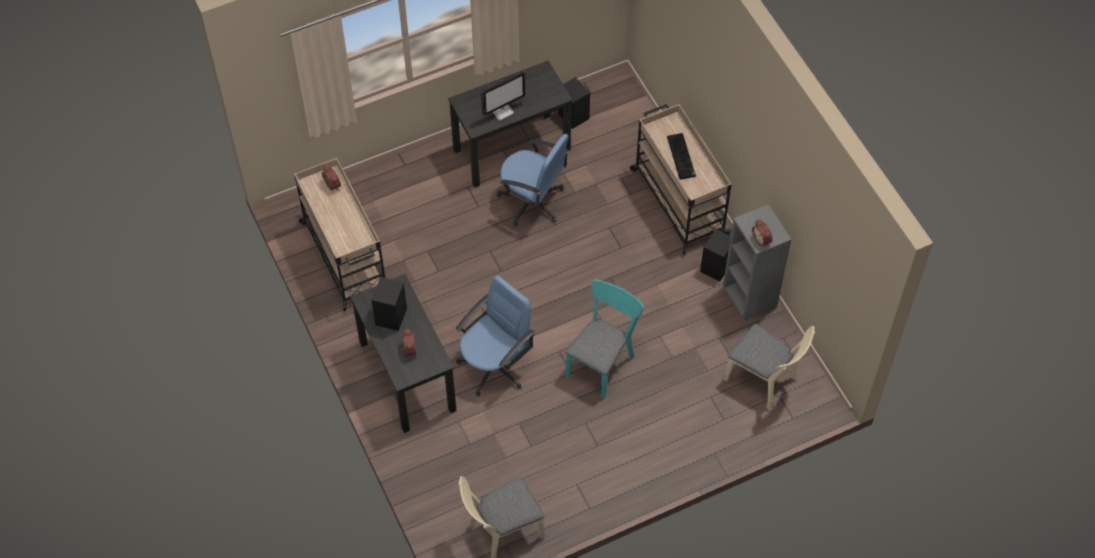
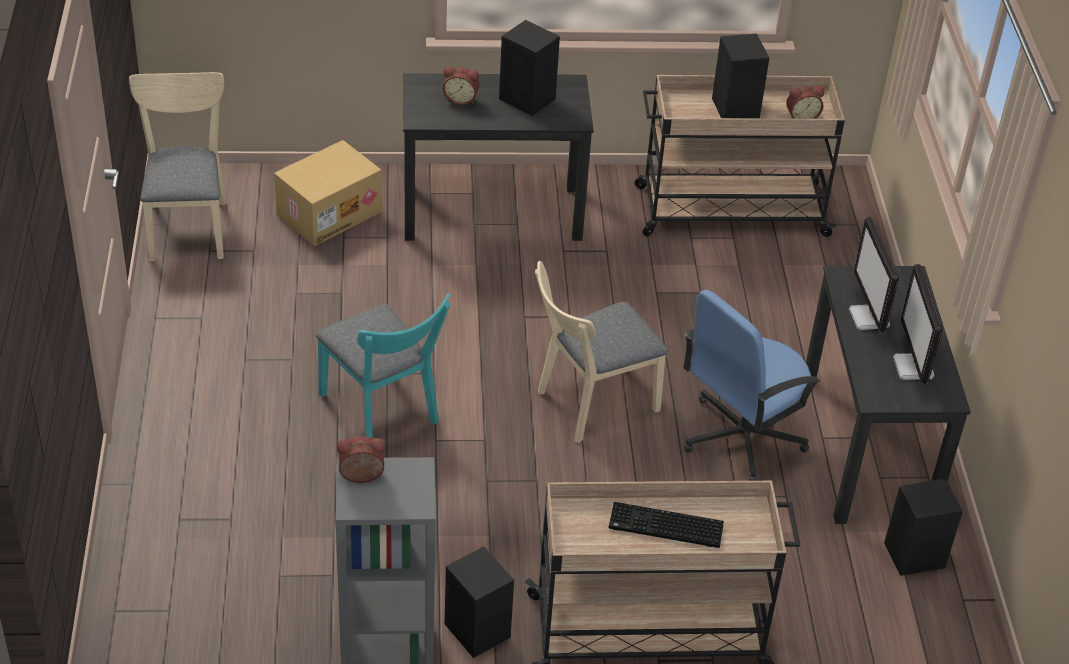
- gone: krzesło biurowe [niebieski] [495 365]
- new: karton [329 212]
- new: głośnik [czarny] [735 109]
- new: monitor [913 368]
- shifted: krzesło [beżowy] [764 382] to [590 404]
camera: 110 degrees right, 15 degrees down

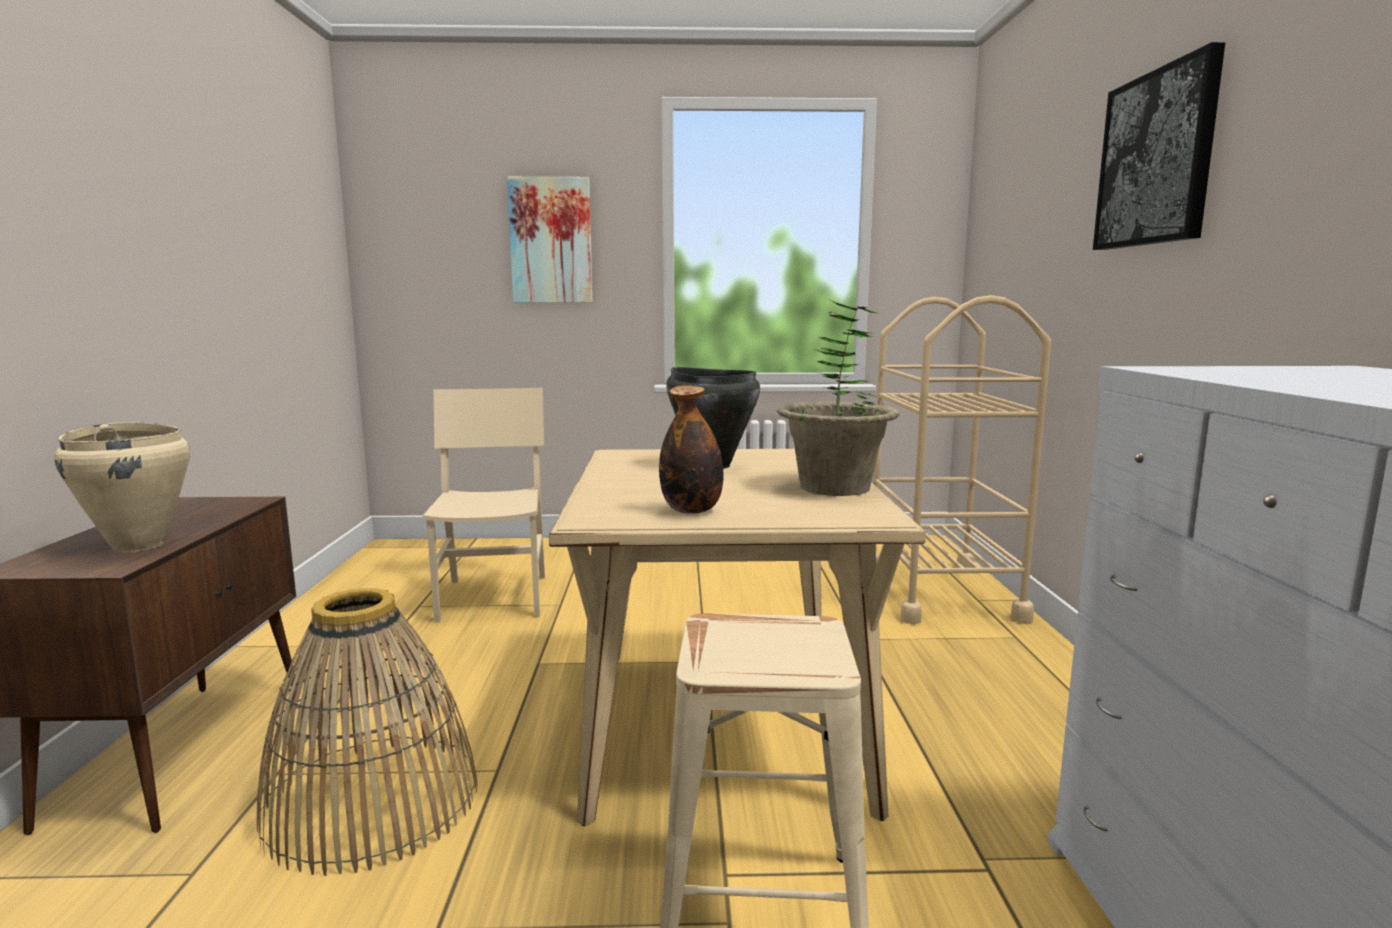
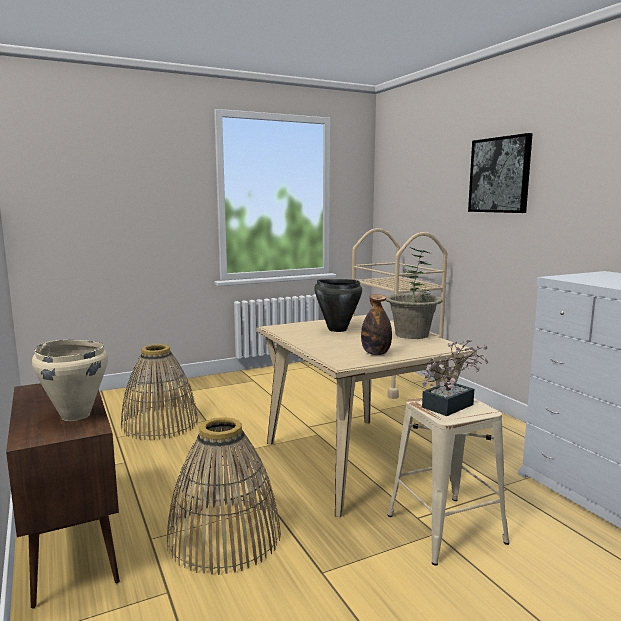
- gone: obraz [551 241]
- new: roślina doniczkowa [452 404]
- swapped: krzesło [beżowy] [494 597] to koszyk [160 424]
camera: 25 degrees left, 0 degrees up

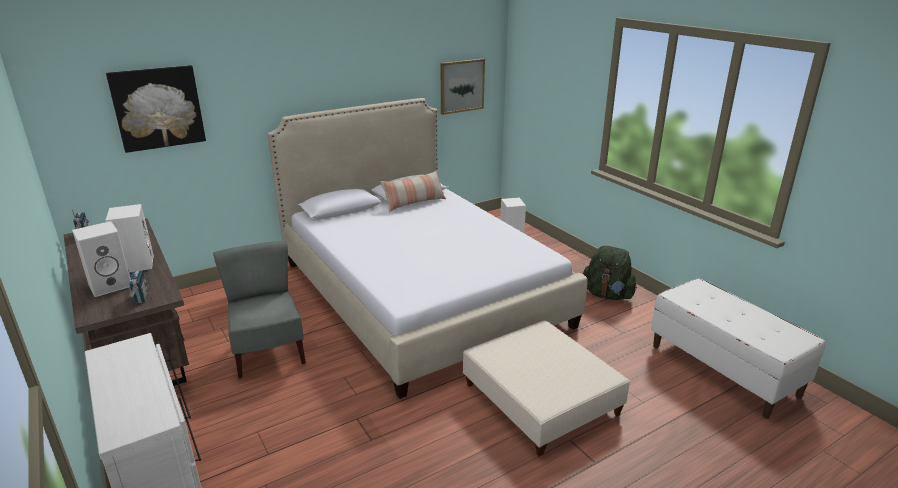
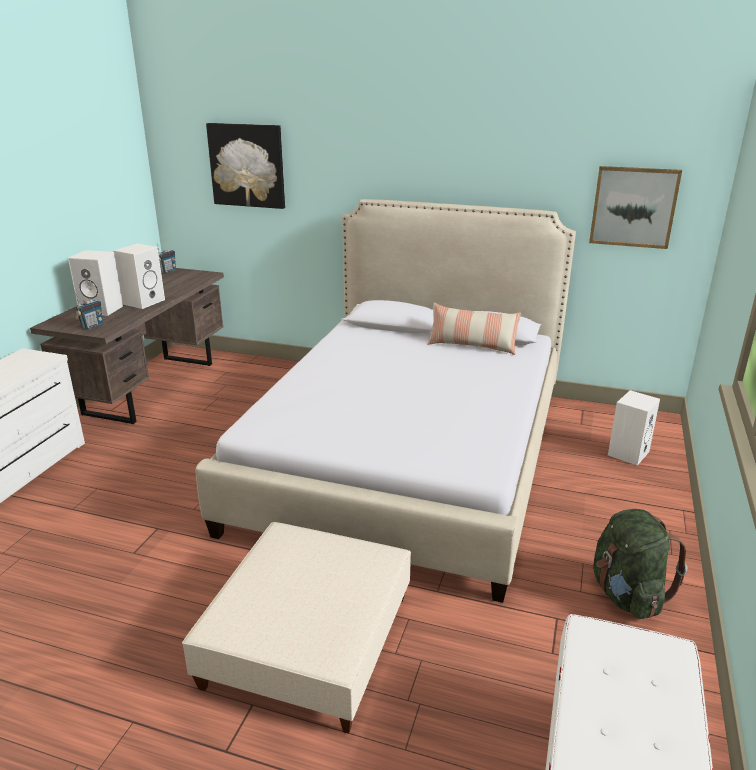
- gone: krzesło [szary] [268 353]
camera: 50 degrees right, 0 degrees up

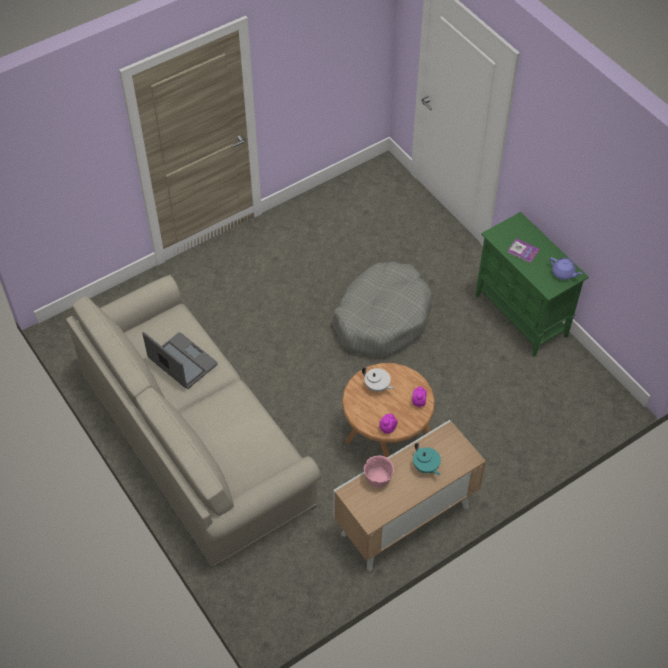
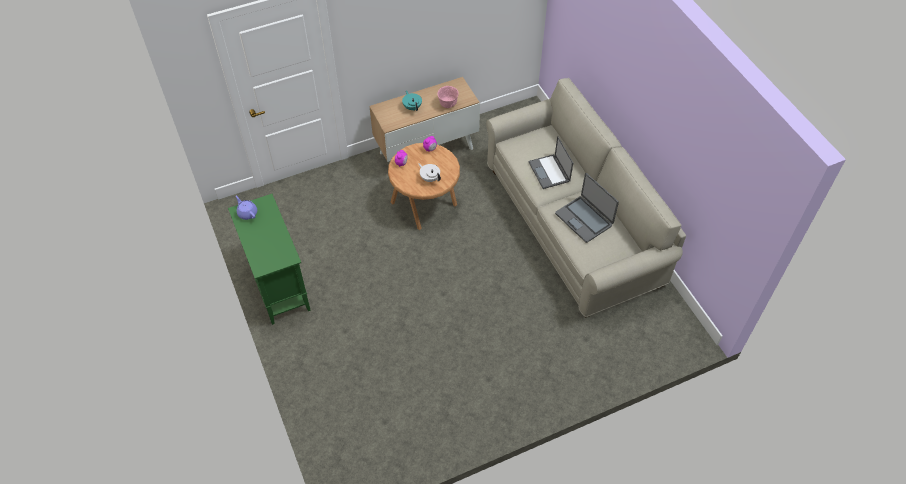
- gone: legowisko [szary] [382 318]
- gone: książka [523 251]
- new: laptop [549 172]
camera: 170 degrees left, 0 degrees up

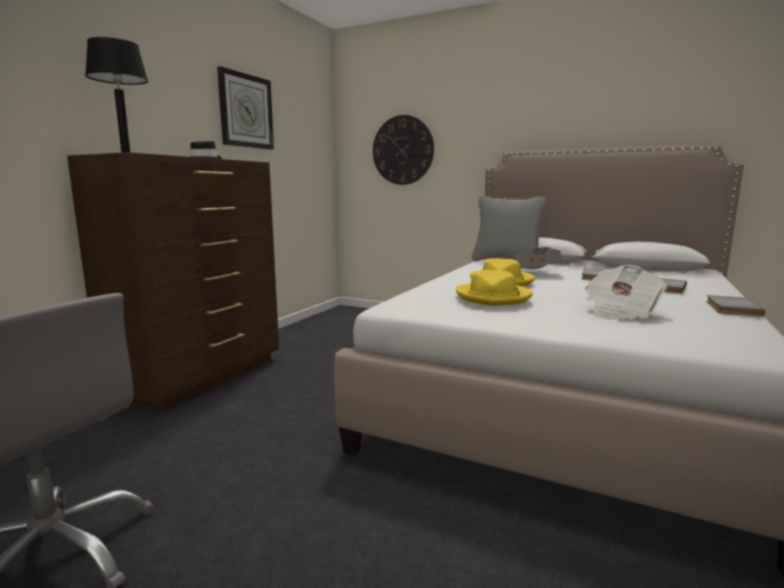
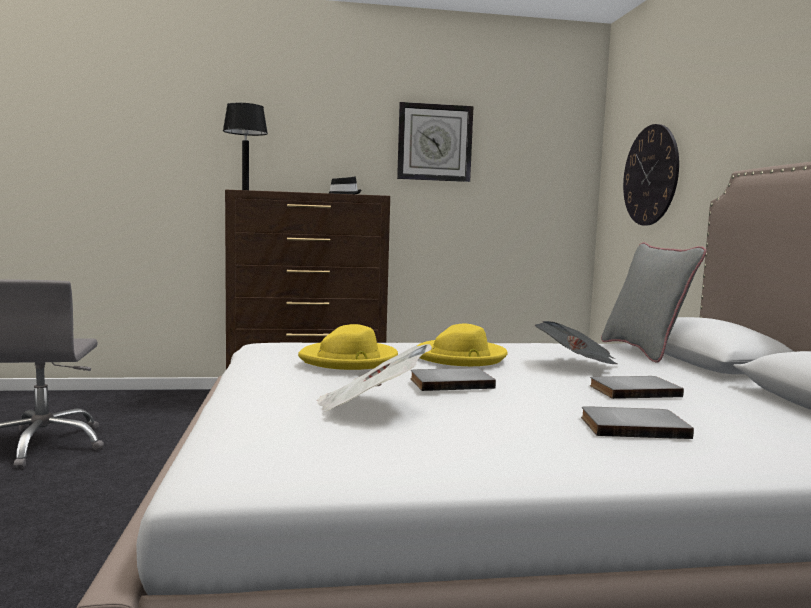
- shifted: książka [szary] [730 308] to [450 382]
camera: 55 degrees right, 5 degrees down

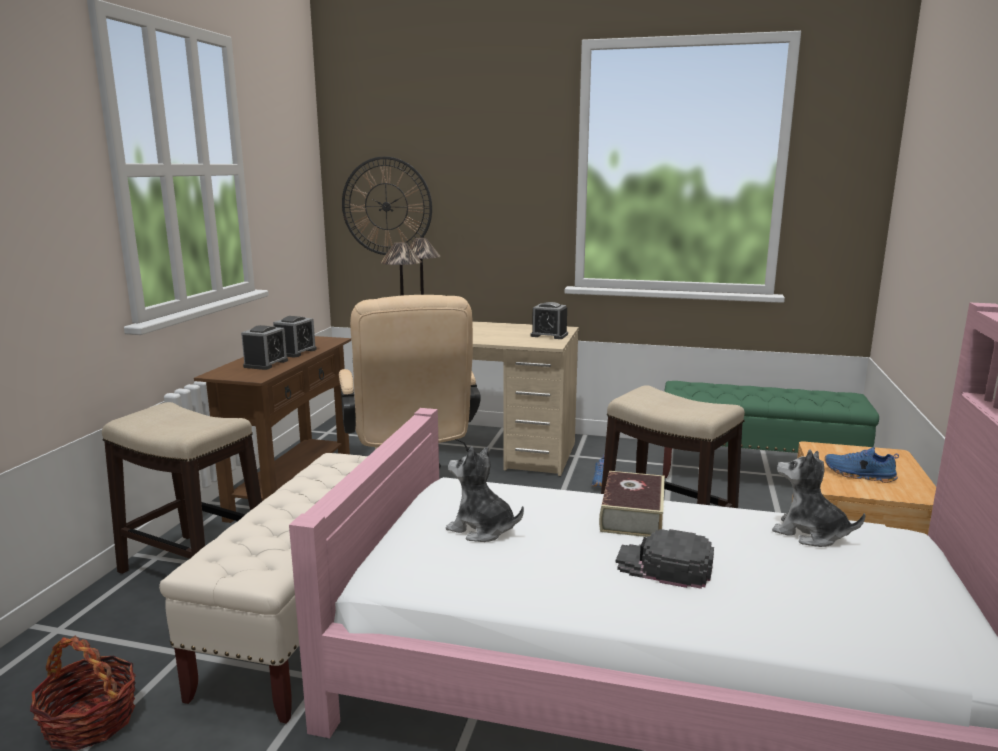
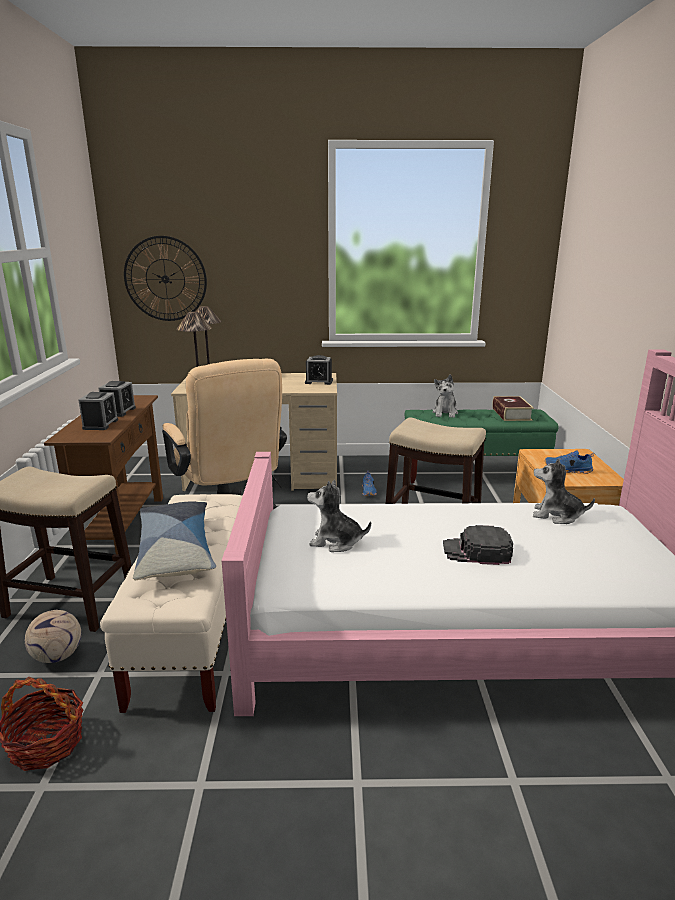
- new: piłka futbolowa [57 656]
- new: poduszka [176 550]
- new: pluszak [445 413]
- shifted: książka [632 514] to [511 414]
camera: 15 degrees left, 5 degrees up

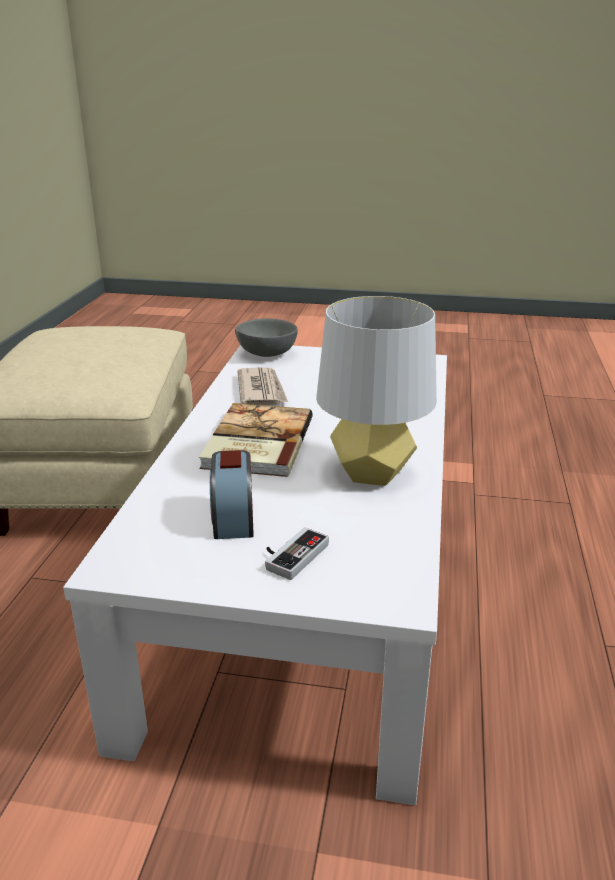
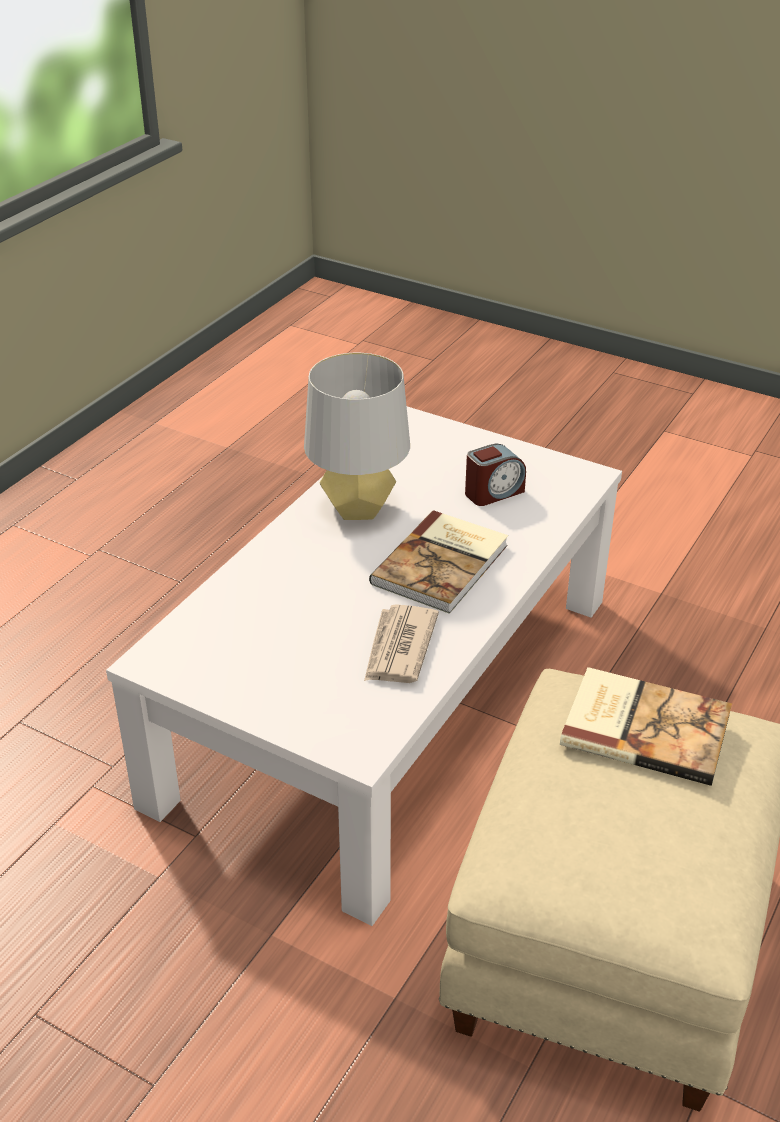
- gone: miska [szary] [265 354]
- gone: pad do gier [291 554]
- new: książka [644 727]
- rotated: budzik [233 518] = [493 492] 45 degrees clockwise
camera: 160 degrees left, 10 degrees up

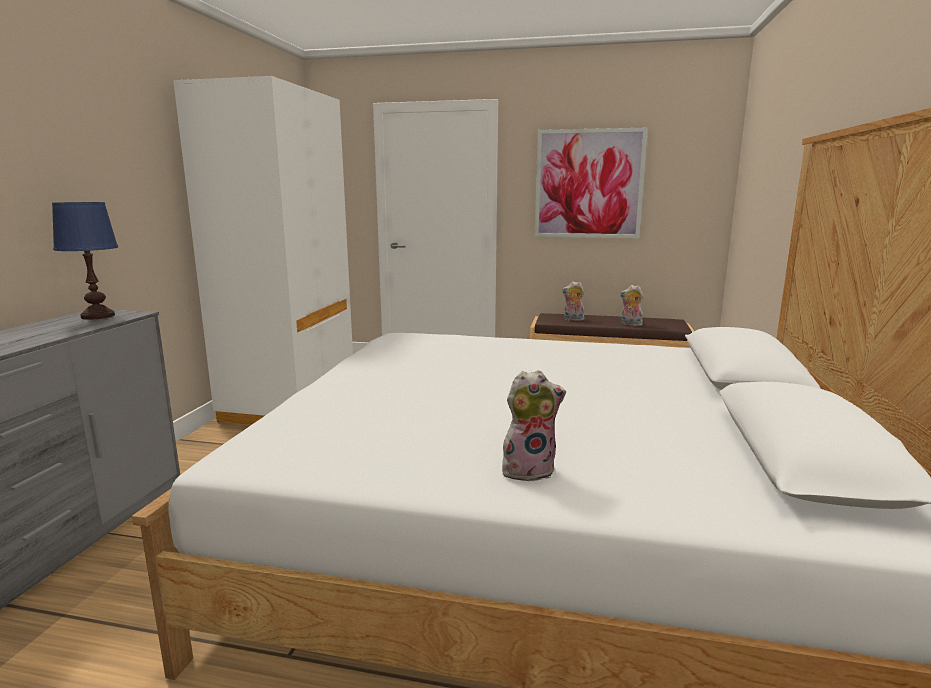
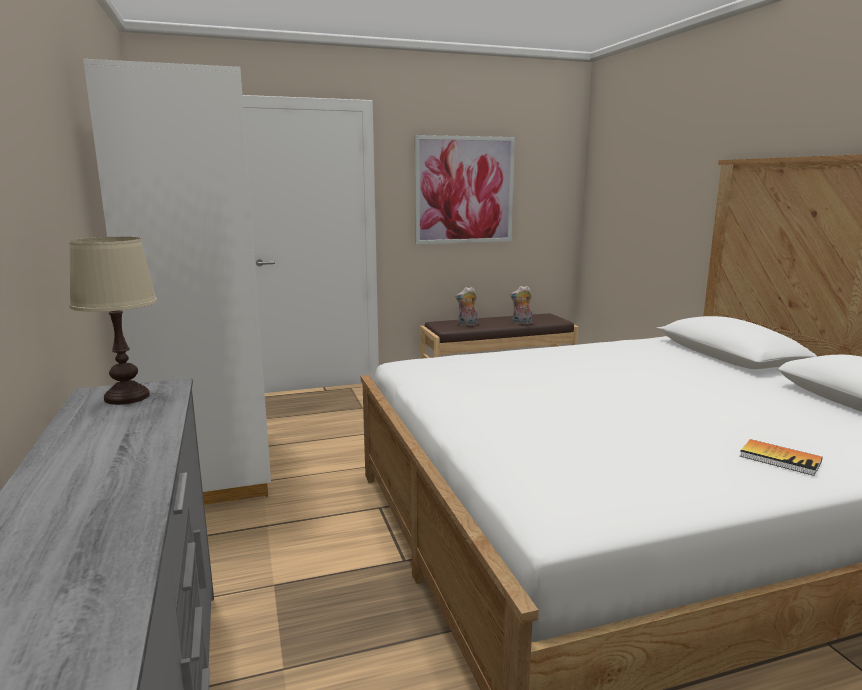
- swapped: pluszak [529 470] to książka [780 459]
- repainted: lampa stołowa [niebieski] [98 316] to lampa stołowa [beżowy] [127 397]
camera: 30 degrees left, 0 degrees up

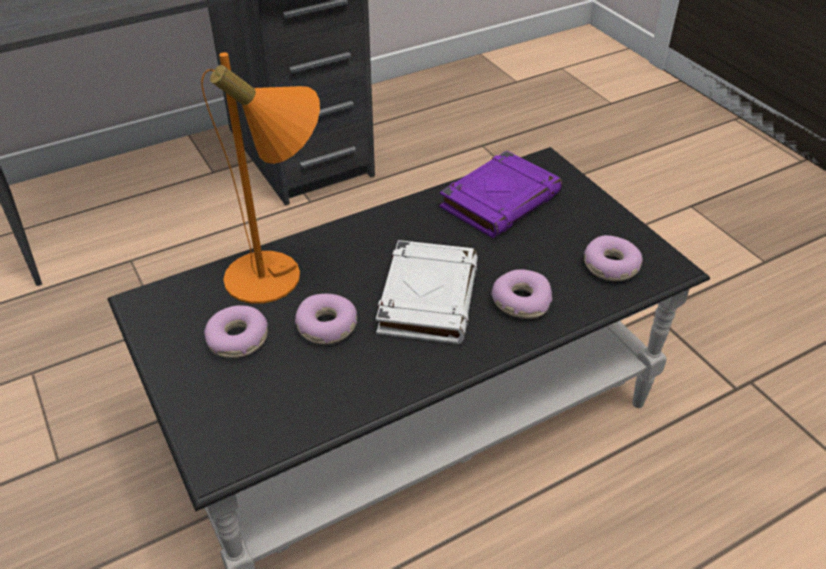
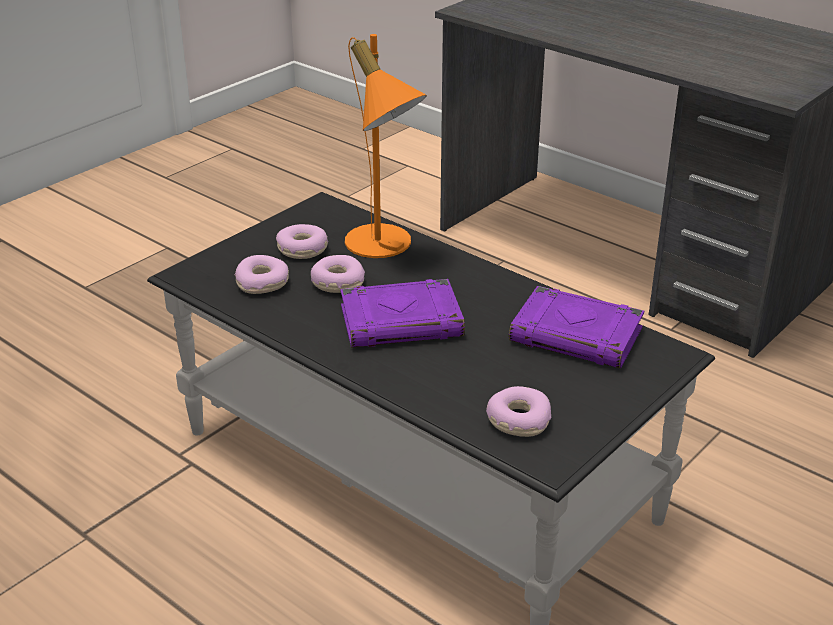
- shifted: donut [520 301] to [262 283]
- repainted: książka [biały] [427 297] to książka [fioletowy] [402 321]
camera: 70 degrees right, 10 degrees down

